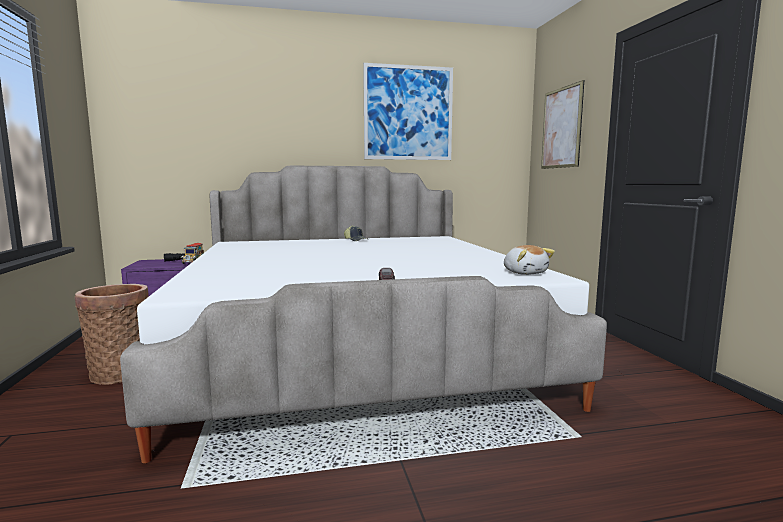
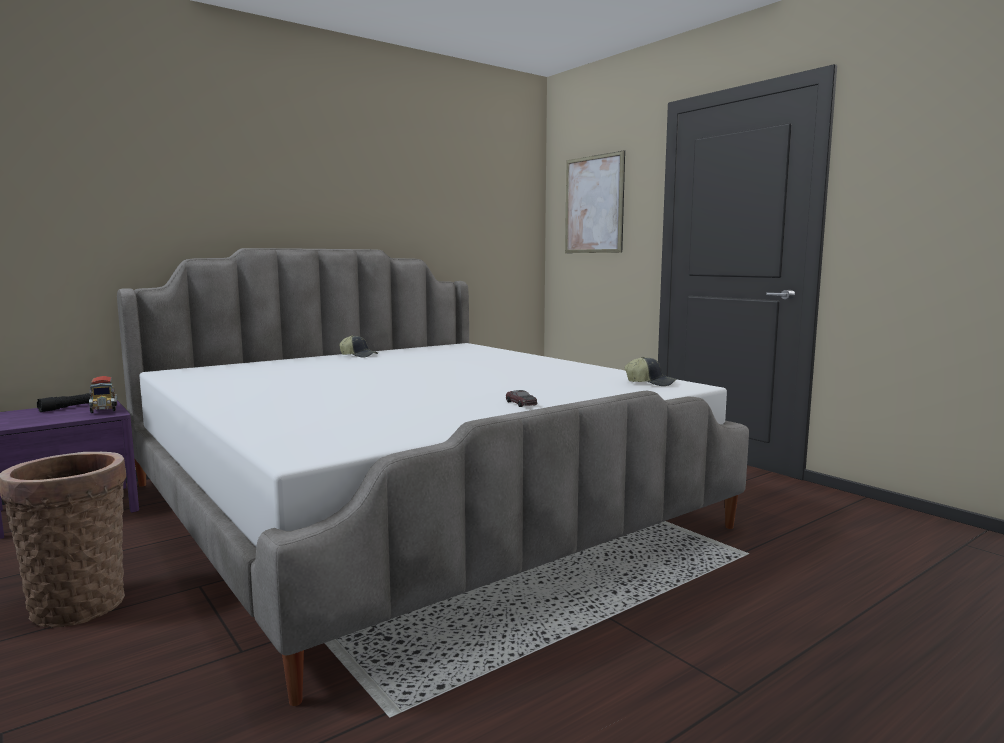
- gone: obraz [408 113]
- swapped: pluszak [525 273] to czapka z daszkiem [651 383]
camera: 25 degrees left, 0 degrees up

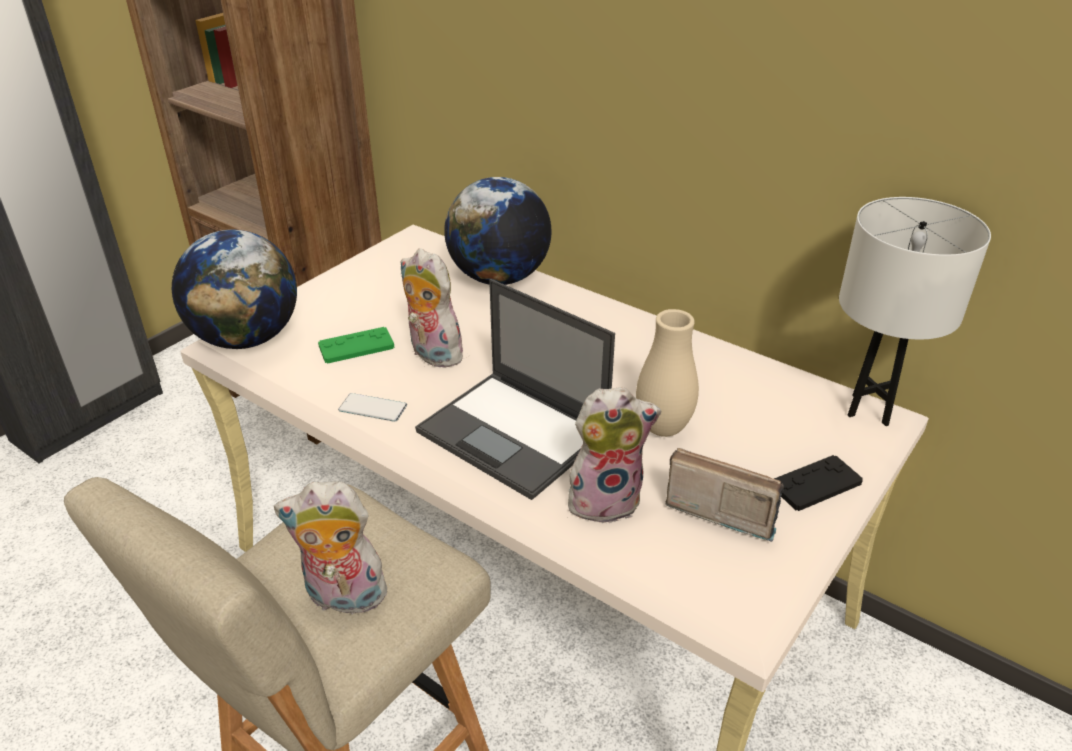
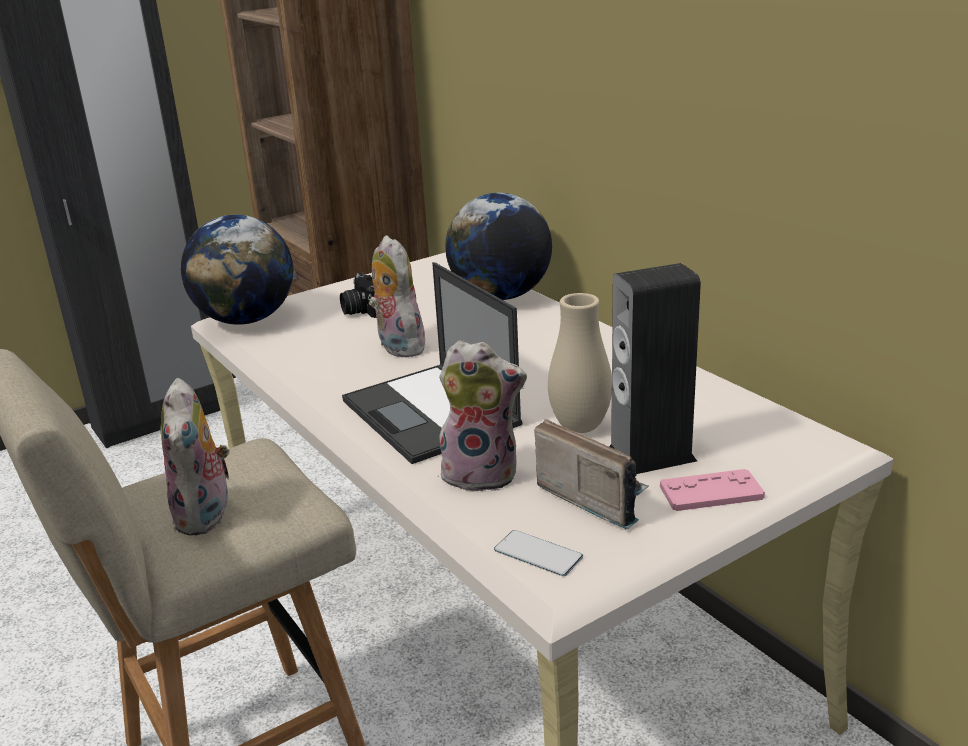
- gone: pad do gier [zielony] [356 346]
- gone: lampa stołowa [biały] [869 410]
- new: aparat fotograficzny [360 310]
- new: głośnik [650 455]
- shifted: telefon [373 408] to [538 554]
- repainted: pad do gier [czarny] [815 484] to pad do gier [różowy] [711 492]
- rotated: pluszak [343 598] = [206 516] 120 degrees counterclockwise
camera: 20 degrees right, 10 degrees down

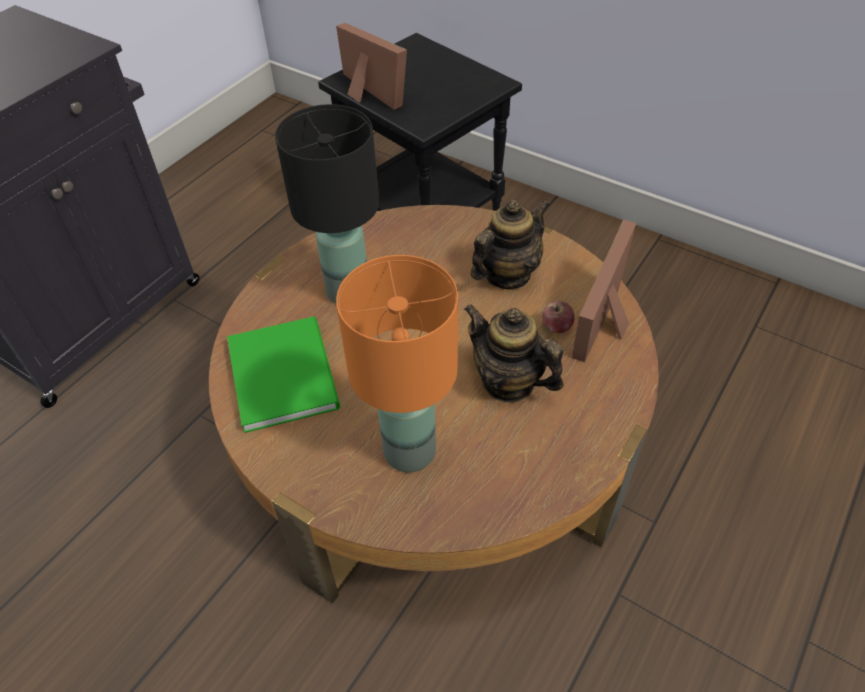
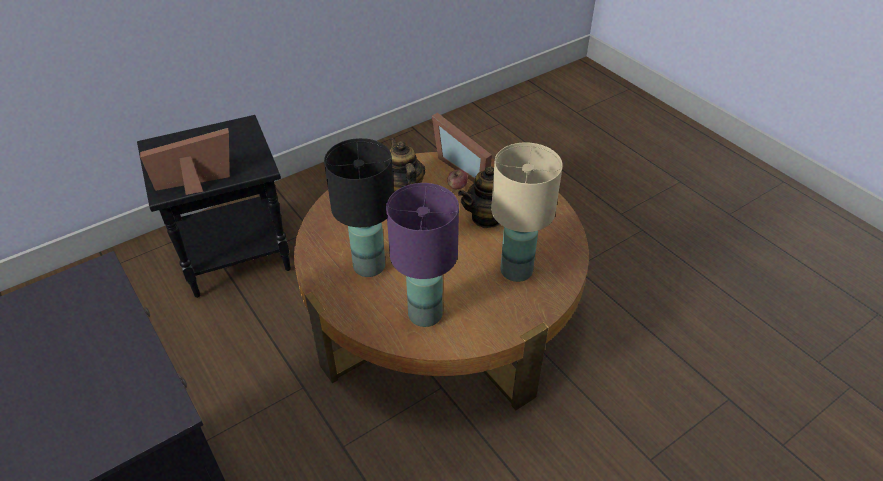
- swapped: książka [zielony] [285 371] to lampa stołowa [fioletowy] [424 313]
- repainted: lampa stołowa [pomarańczowy] [410 450] to lampa stołowa [beżowy] [515 270]
camera: 70 degrees left, 5 degrees down

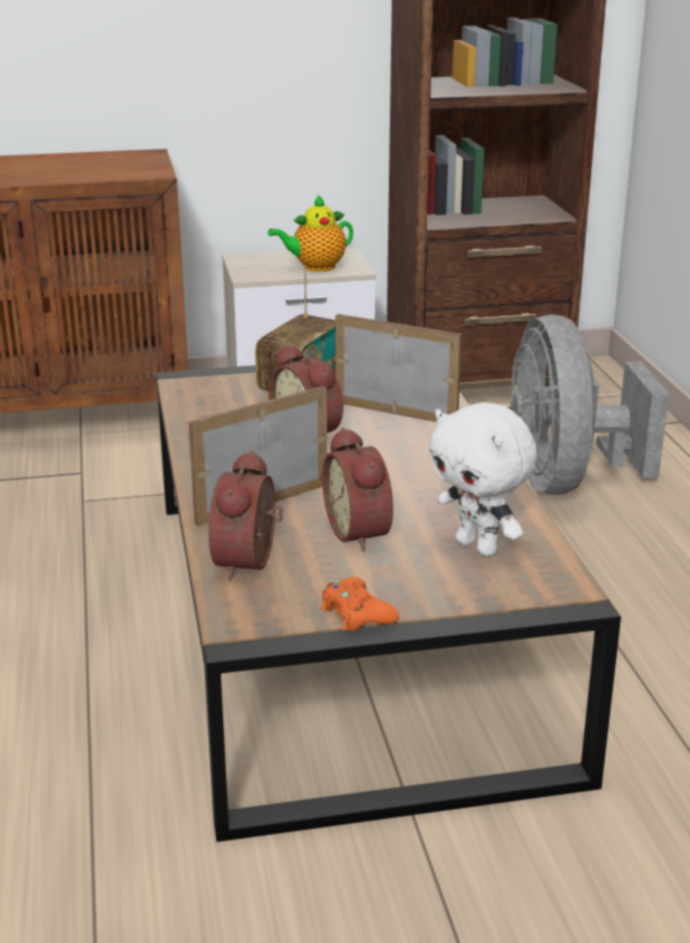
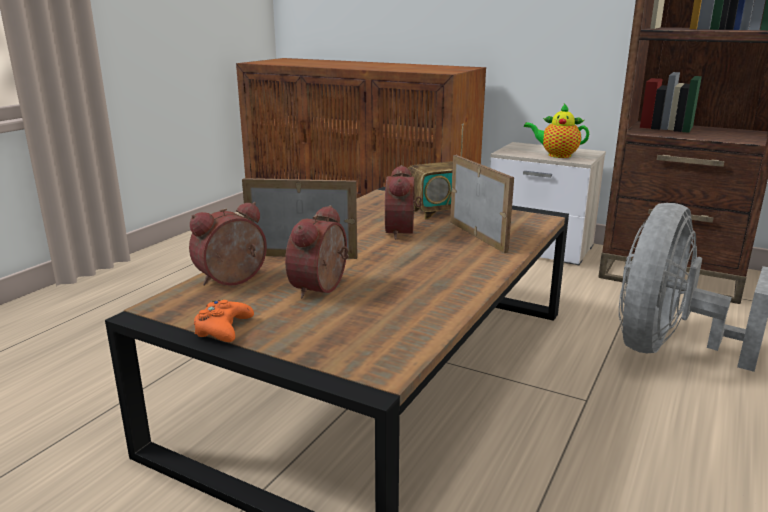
- gone: pluszak [biały] [478 547]
camera: 40 degrees right, 5 degrees down

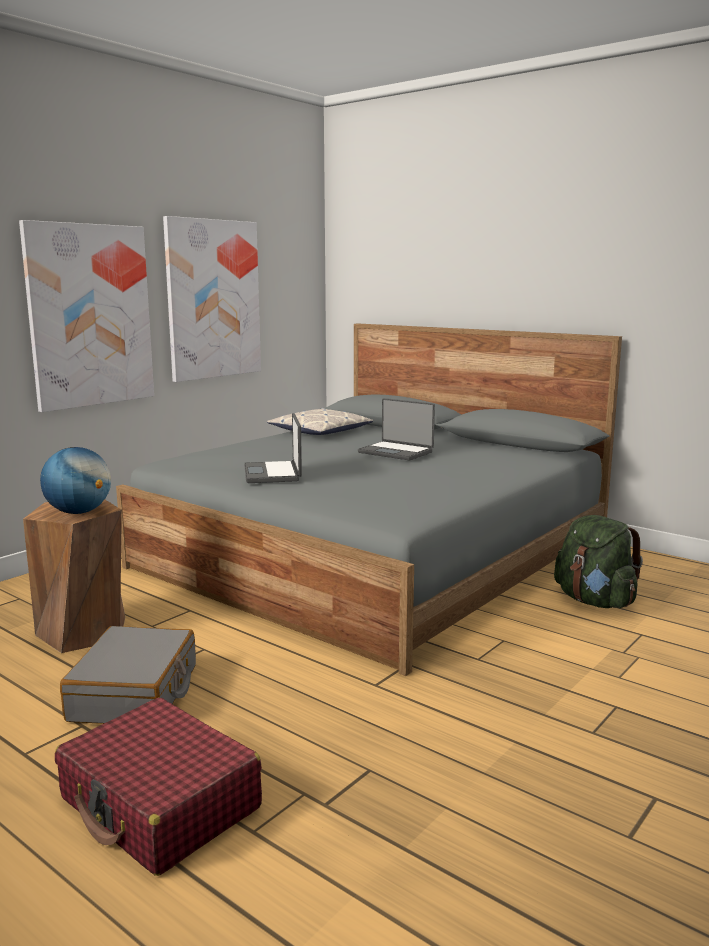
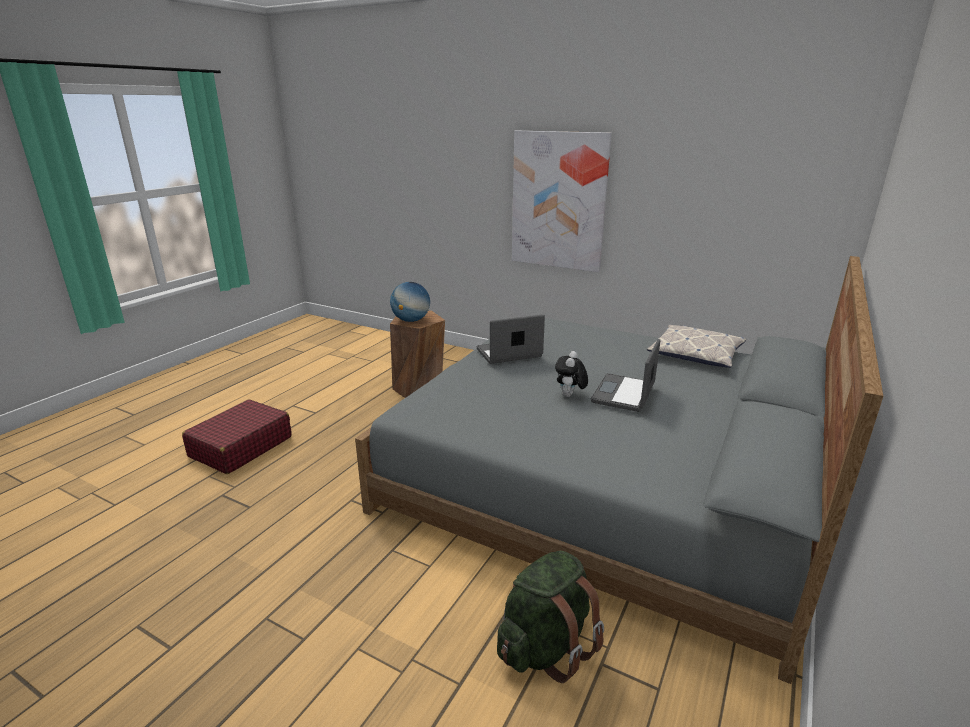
- gone: walizka [szary] [135 693]
- gone: obraz [213 299]
- new: pluszak [569 396]
camera: 80 degrees right, 10 degrees up

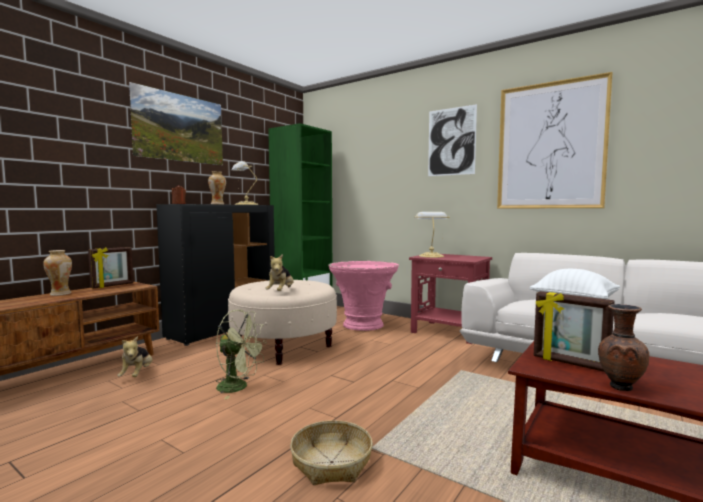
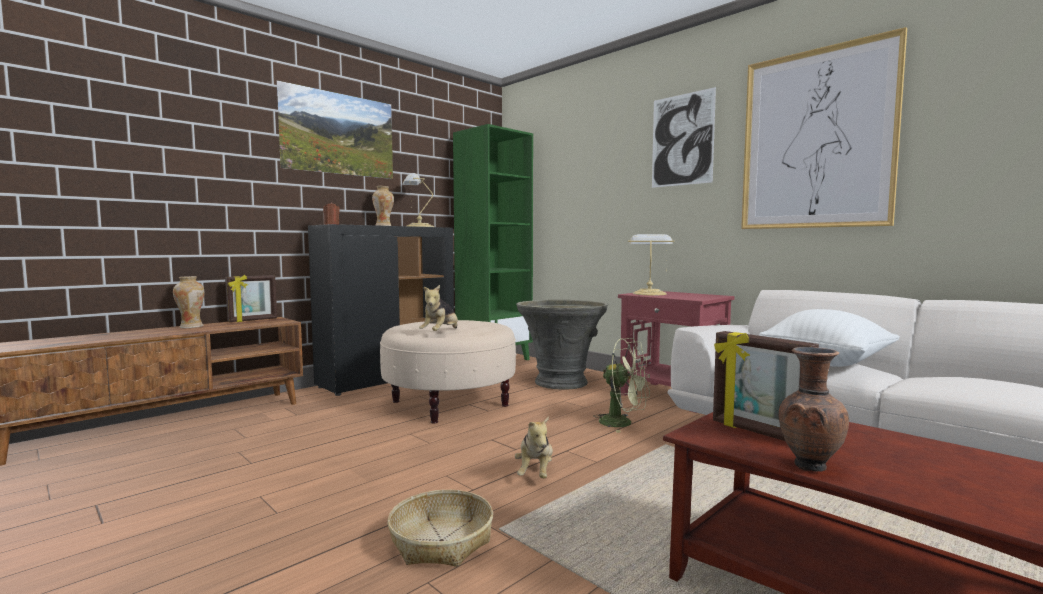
- shifted: pluszak [137 375] to [535 473]
- shifted: wentylator [zielony] [239 387] to [623 423]
- repainted: donica [różowy] [363 325] to donica [szary] [561 383]
camera: 10 degrees right, 0 degrees up

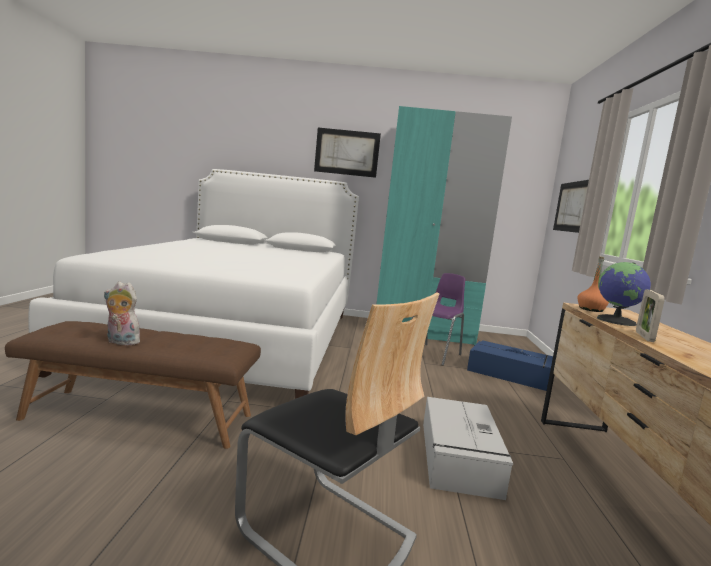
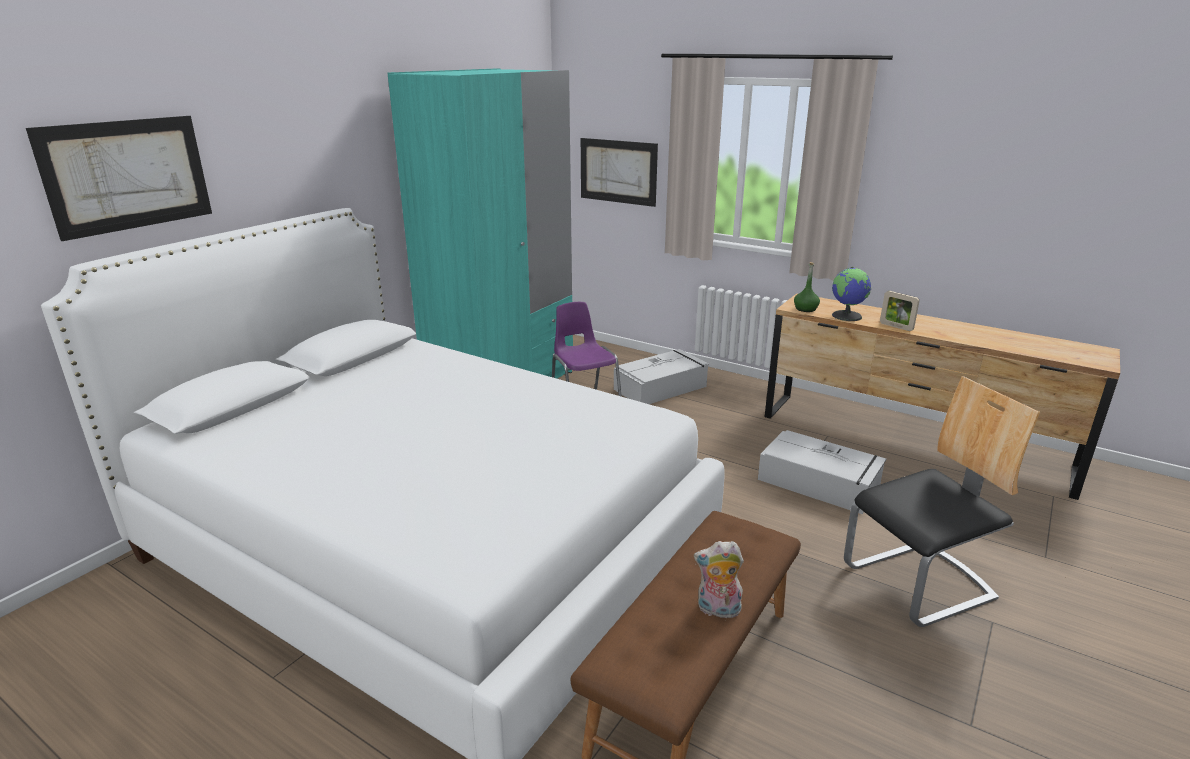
- shifted: obraz [347 152] to [128 175]
- repainted: pojemnik do przechowywania [niebieski] [510 374] to pojemnik do przechowywania [szary] [661 387]
- repainted: butelka [pomarańczowy] [591 309] to butelka [zielony] [805 309]
- rotated: pluszak [120 342] = [717 610] 60 degrees clockwise
camera: 60 degrees left, 15 degrees up

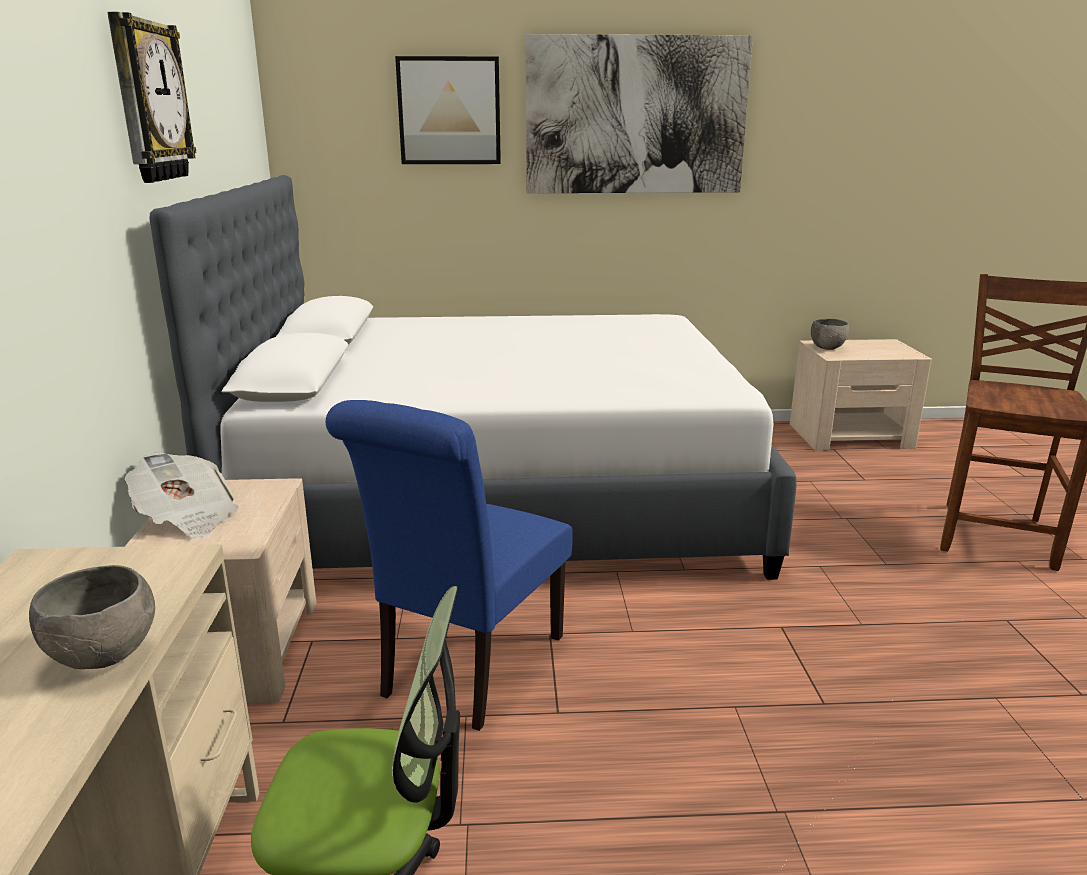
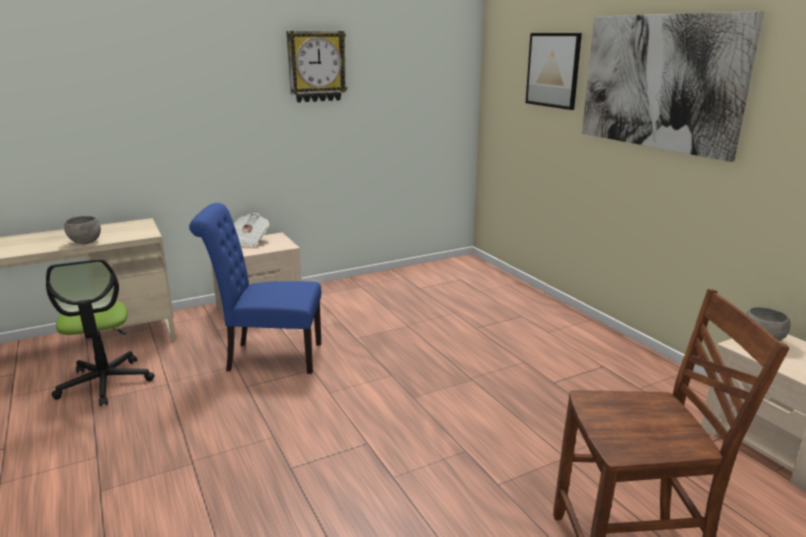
- gone: łóżko [biały] [500 497]
camera: 65 degrees right, 0 degrees up

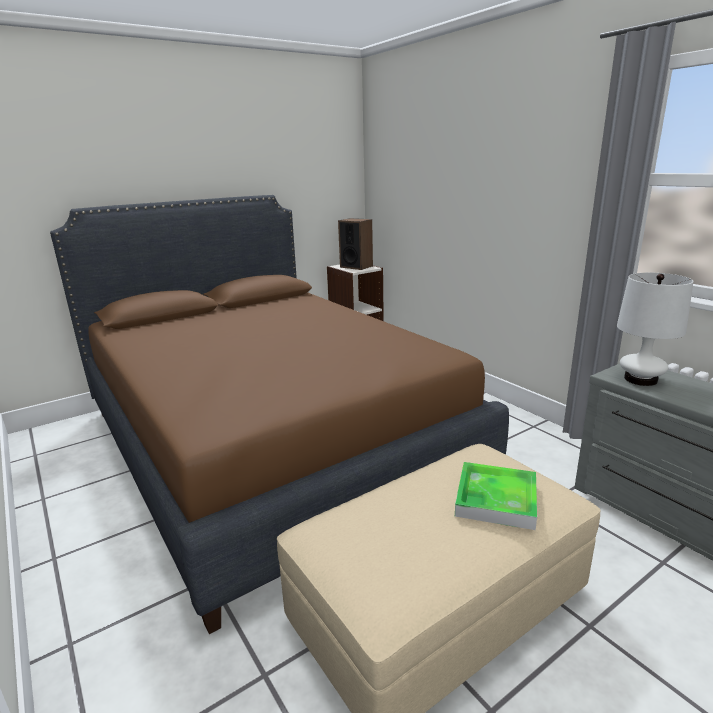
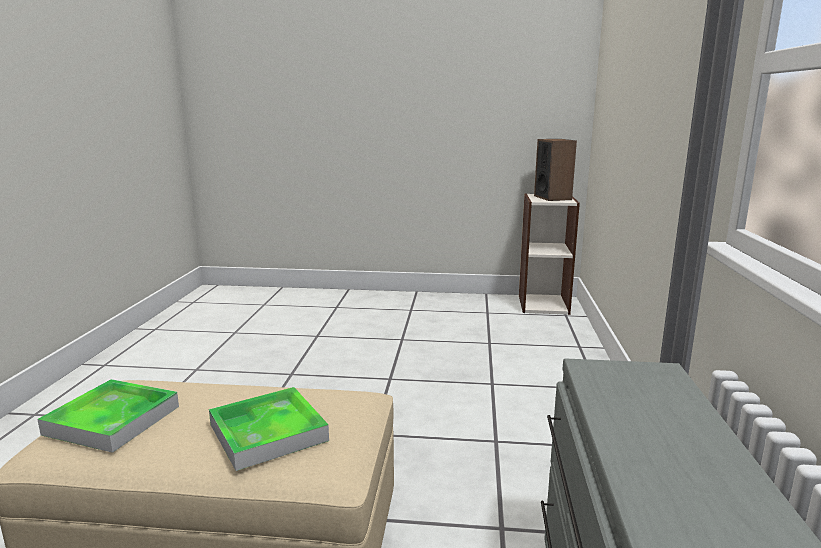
- gone: łóżko [brązowy] [270 443]
- gone: lampa stołowa [biały] [640 379]
- new: taca [113 420]
camera: 40 degrees right, 5 degrees down

